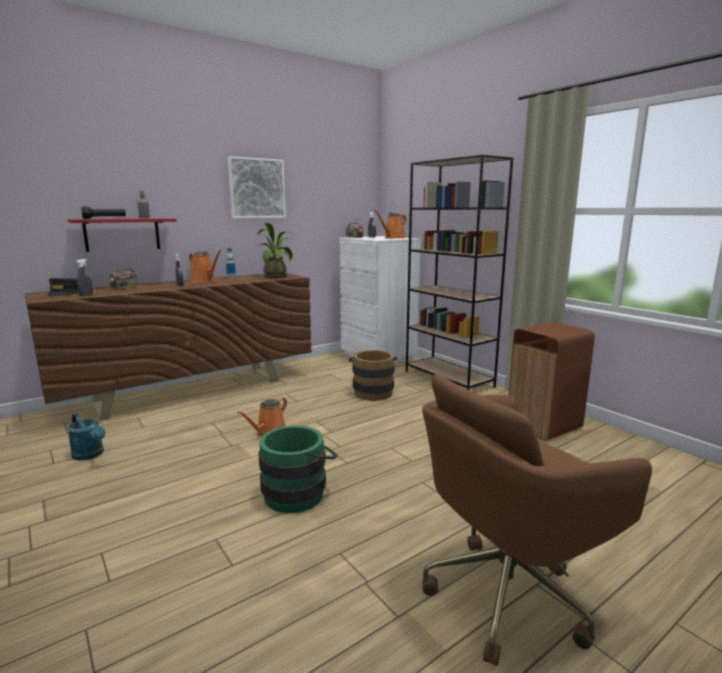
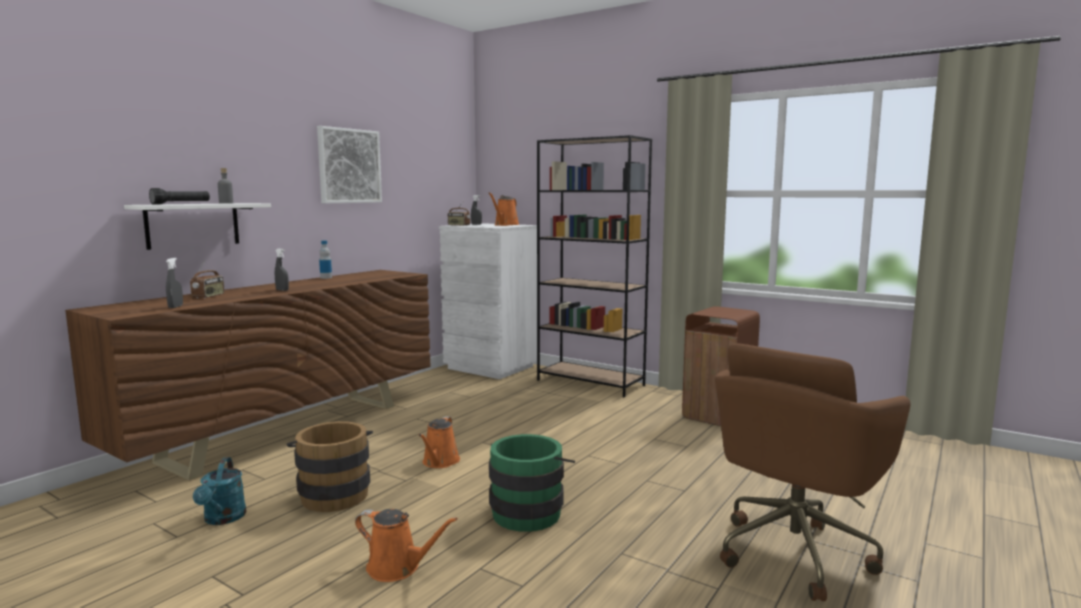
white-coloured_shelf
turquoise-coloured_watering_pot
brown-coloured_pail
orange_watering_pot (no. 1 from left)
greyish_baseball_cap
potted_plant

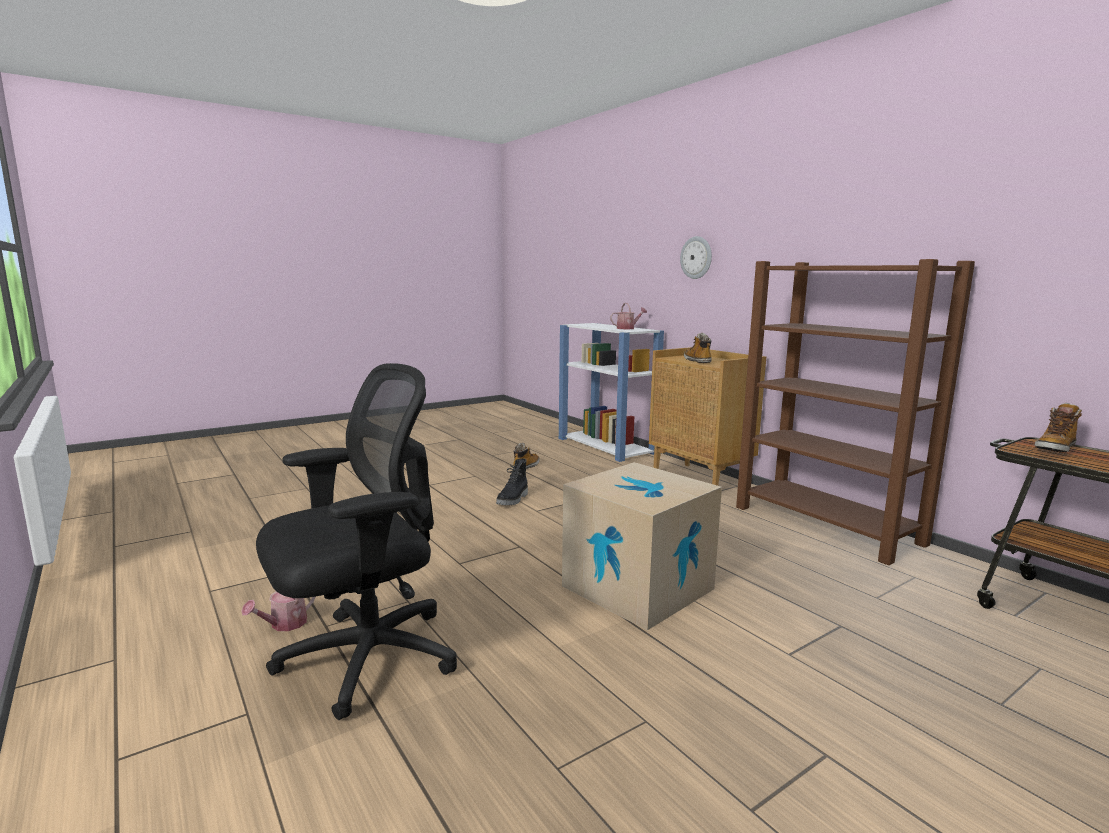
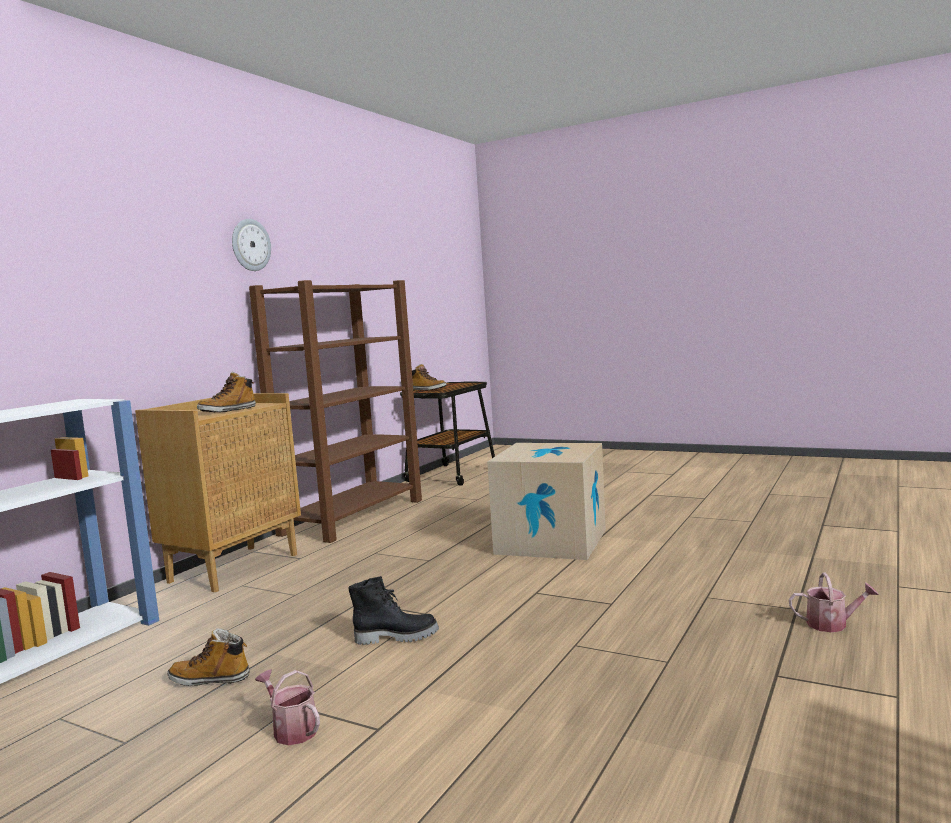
wall_clock
watering_pot (no. 1 from left)
black_office_chair

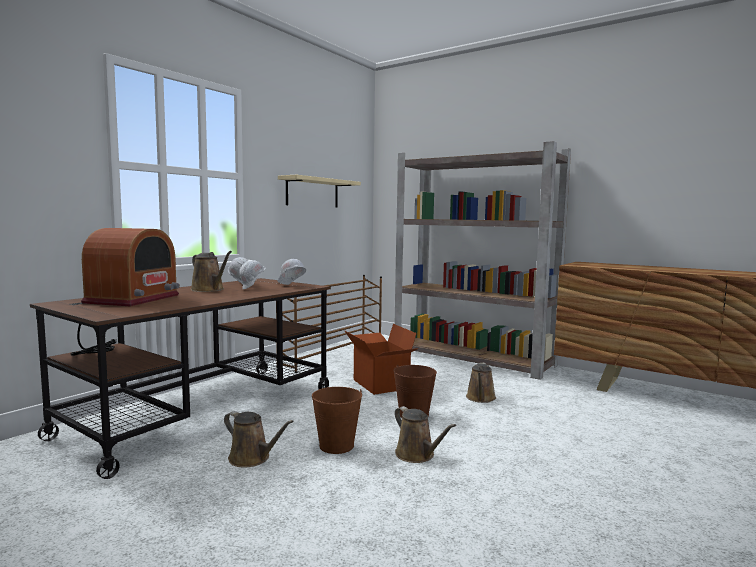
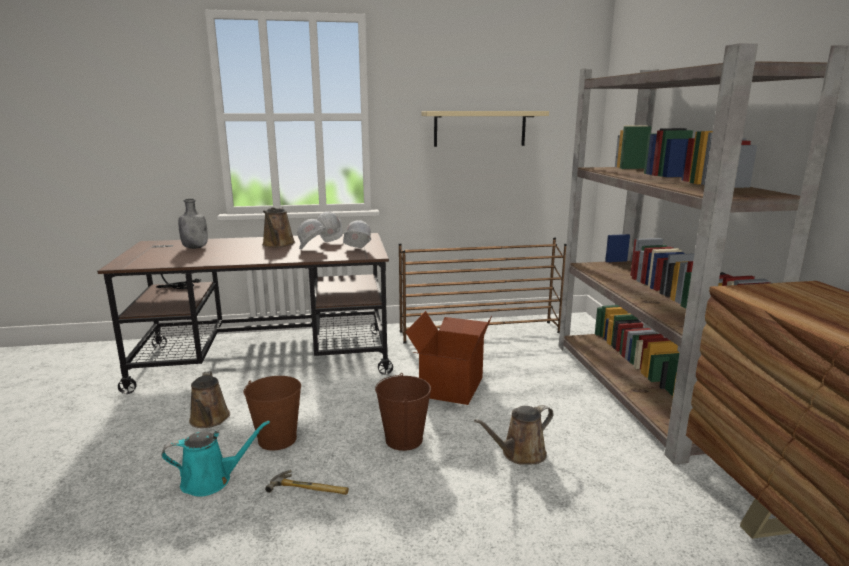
turquoise-coloured_watering_pot
greyish_beverage_bottle
hand_hammer

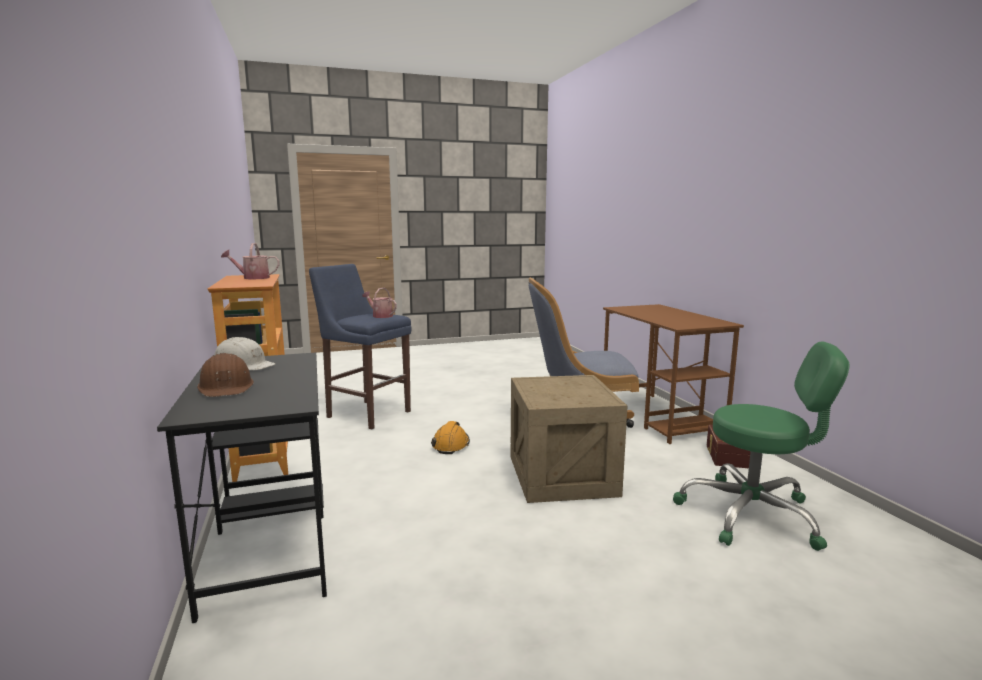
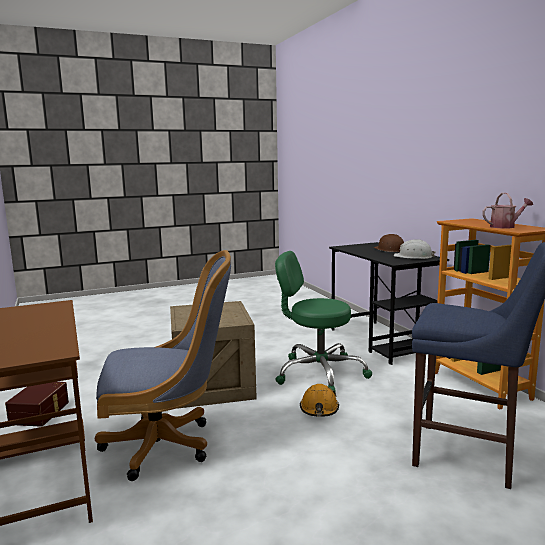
green-coloured_office_chair
watering_pot (no. 2 from left in the first image)

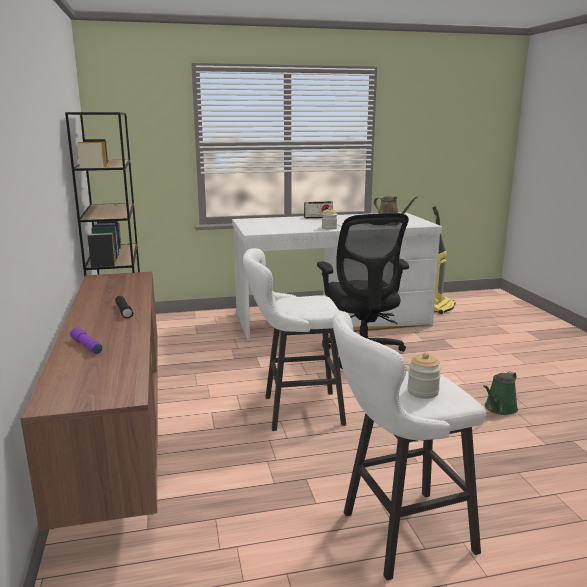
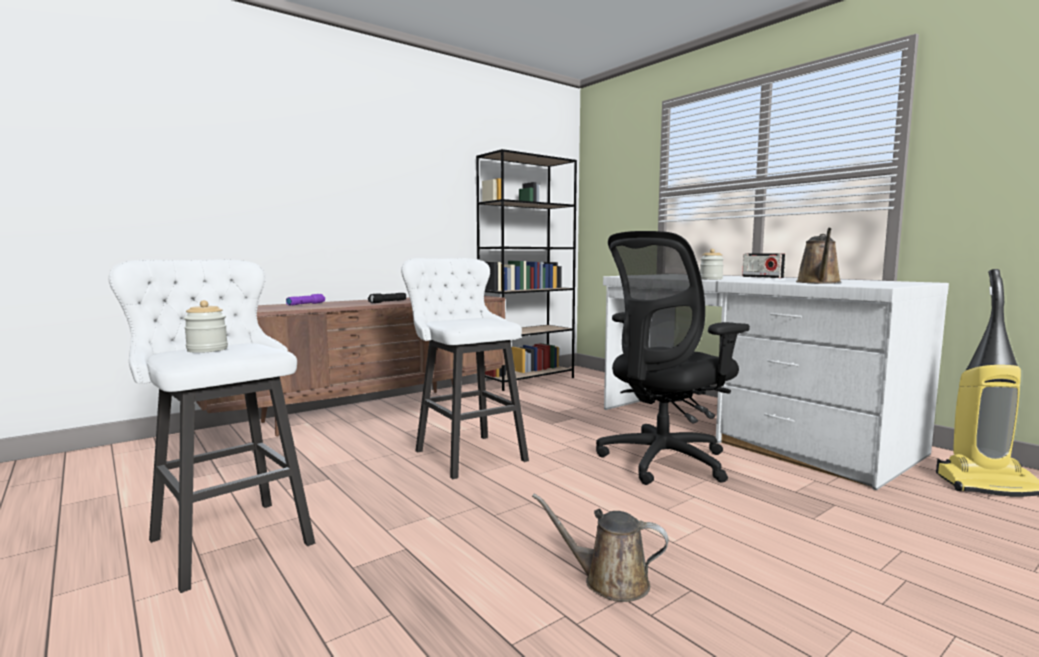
brown-coloured_watering_pot (no. 1 from left)

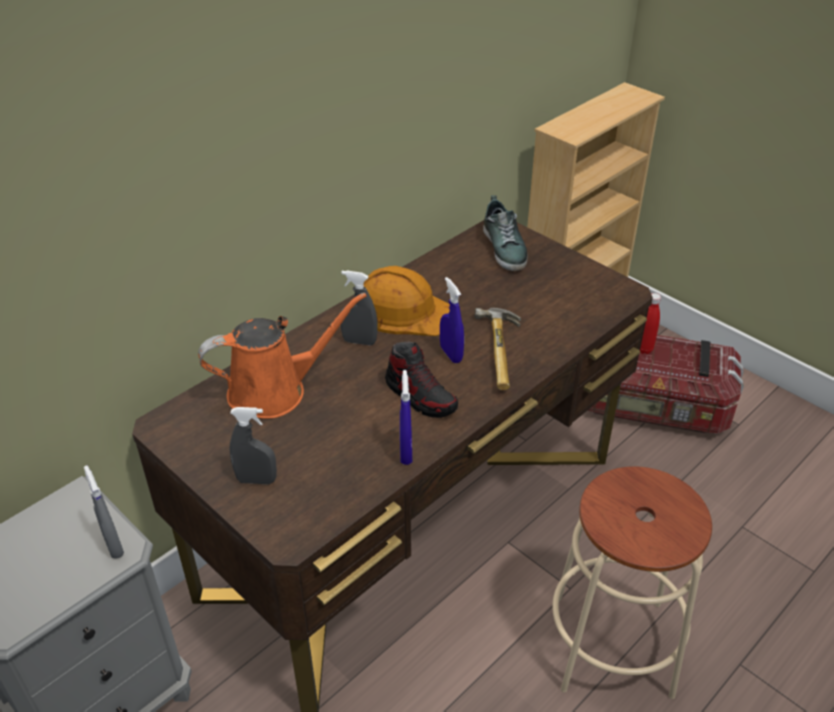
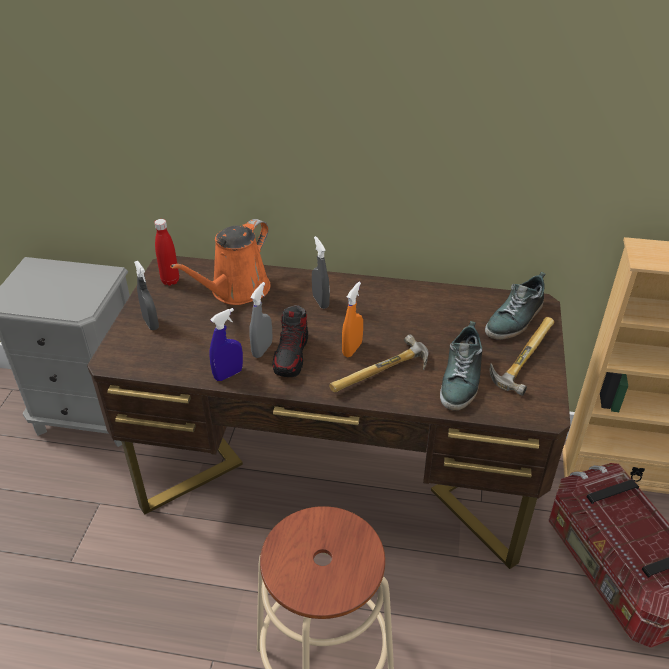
red_beverage_bottle
orange_watering_pot
greyish_spray_bottle (no. 2 from left)
orange_spray_bottle
shoe (no. 2 from left)
hand_hammer (no. 2 from left)
orange_hard_hat

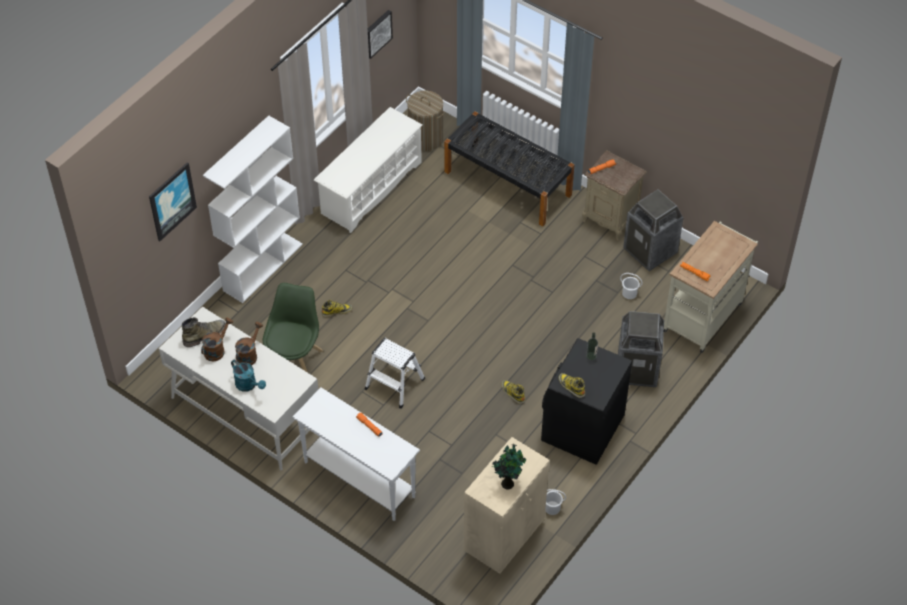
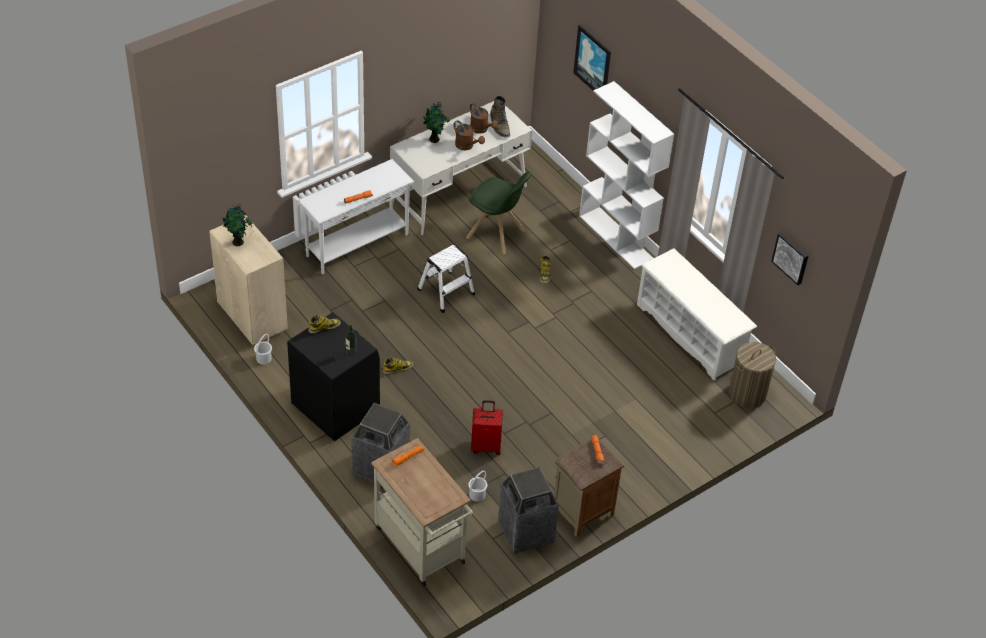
potted_plant (no. 2 from left)
red_piece_of_luggage
black_bench

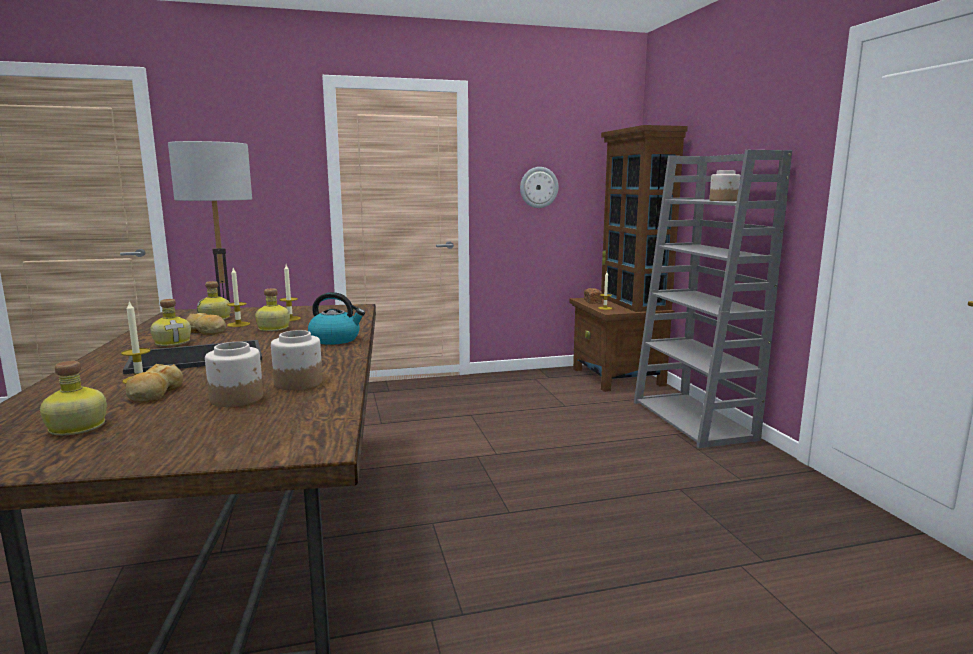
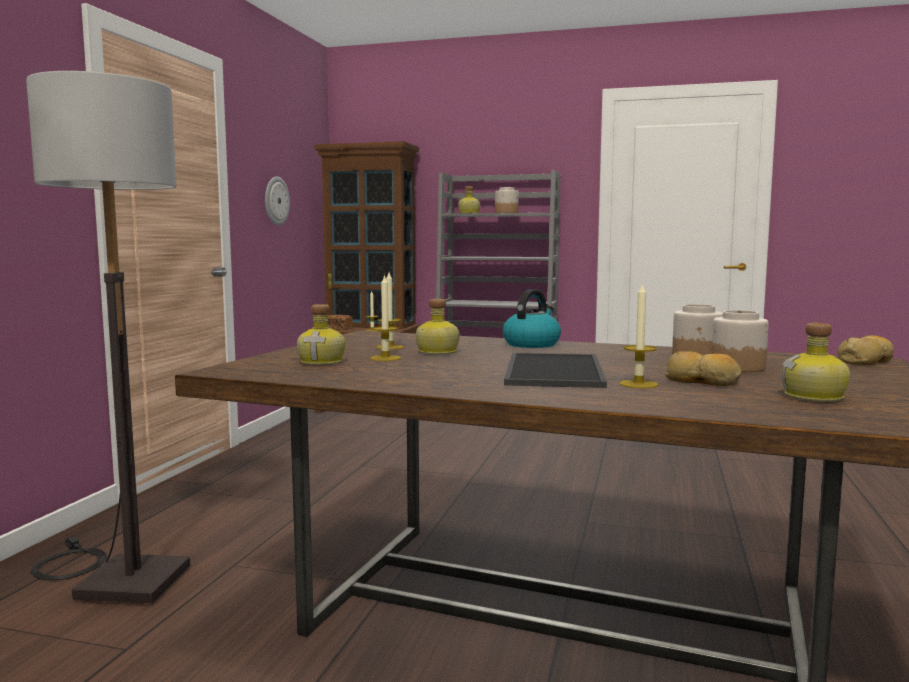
beverage_bottle (no. 3 from left)
bakery_bread (no. 3 from left)

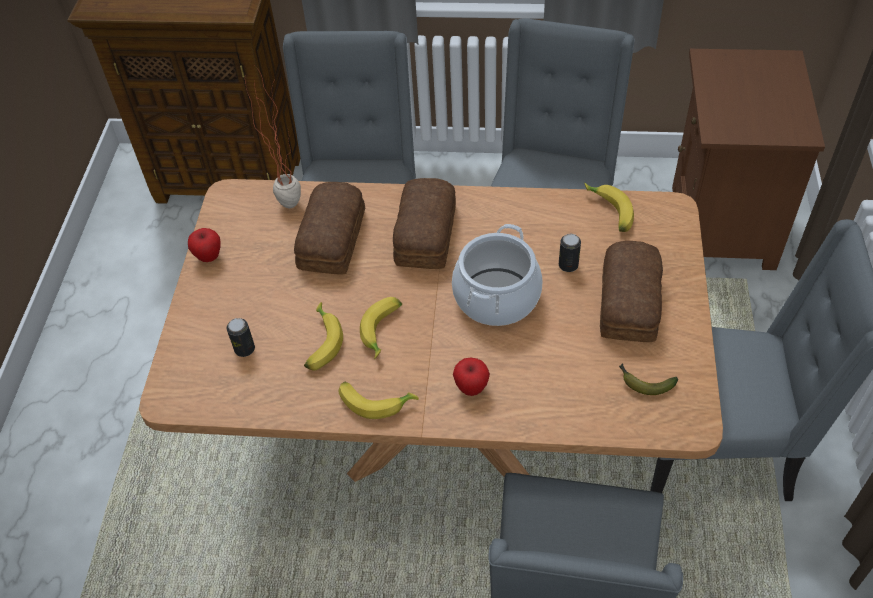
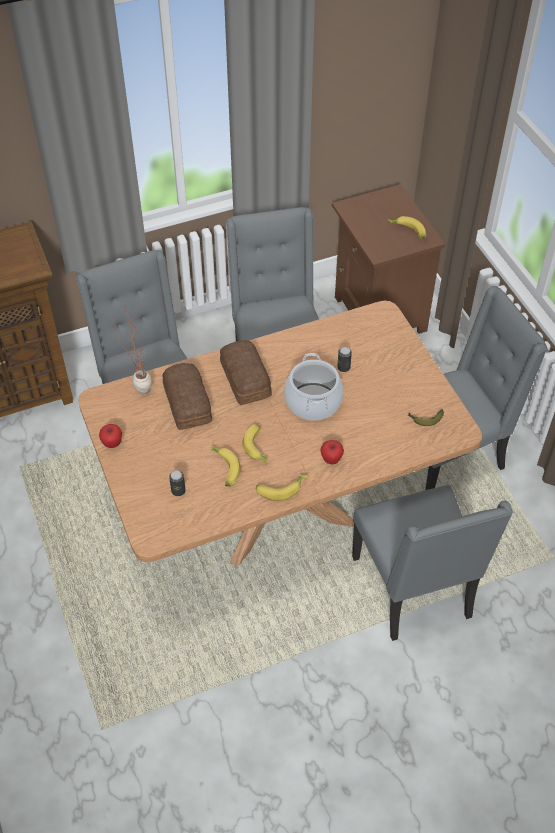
banana (no. 4 from left)
bakery_bread (no. 3 from left in the first image)

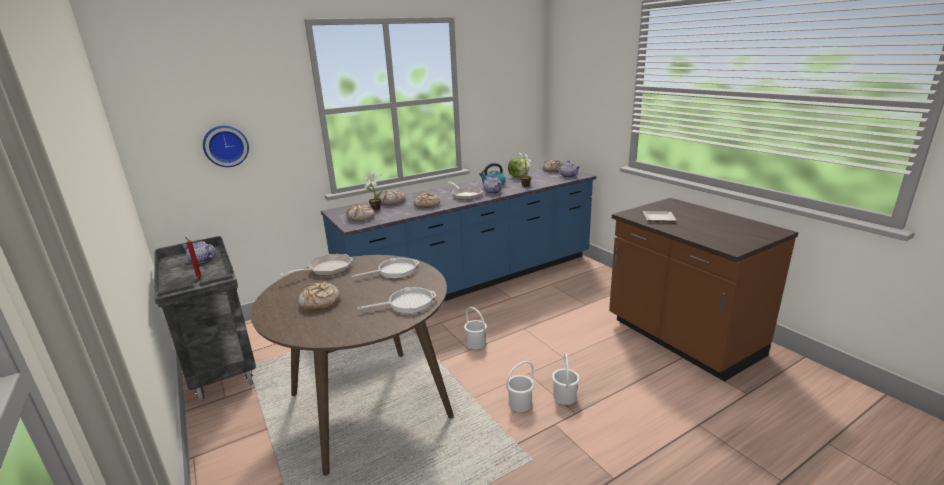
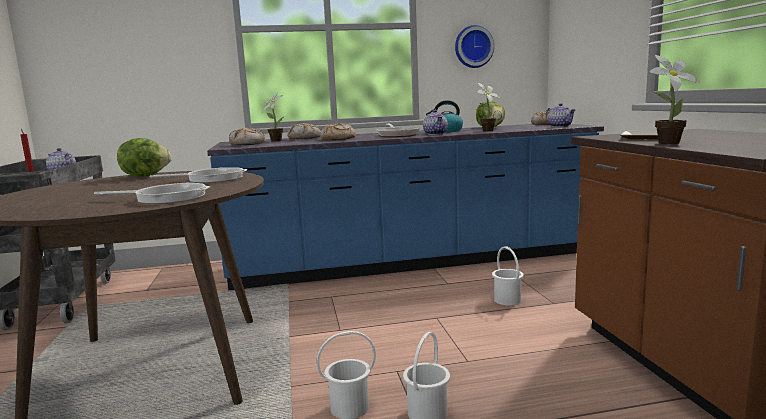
lettuce (no. 1 from left)
wall_clock
white-coloured_pail (no. 3 from left)
potted_plant (no. 3 from left)
bakery_bread (no. 1 from left in the first image)

